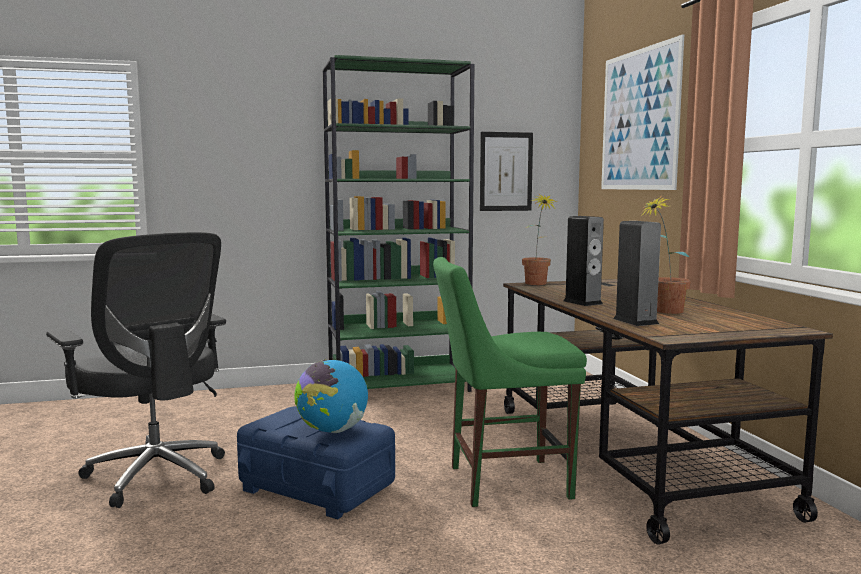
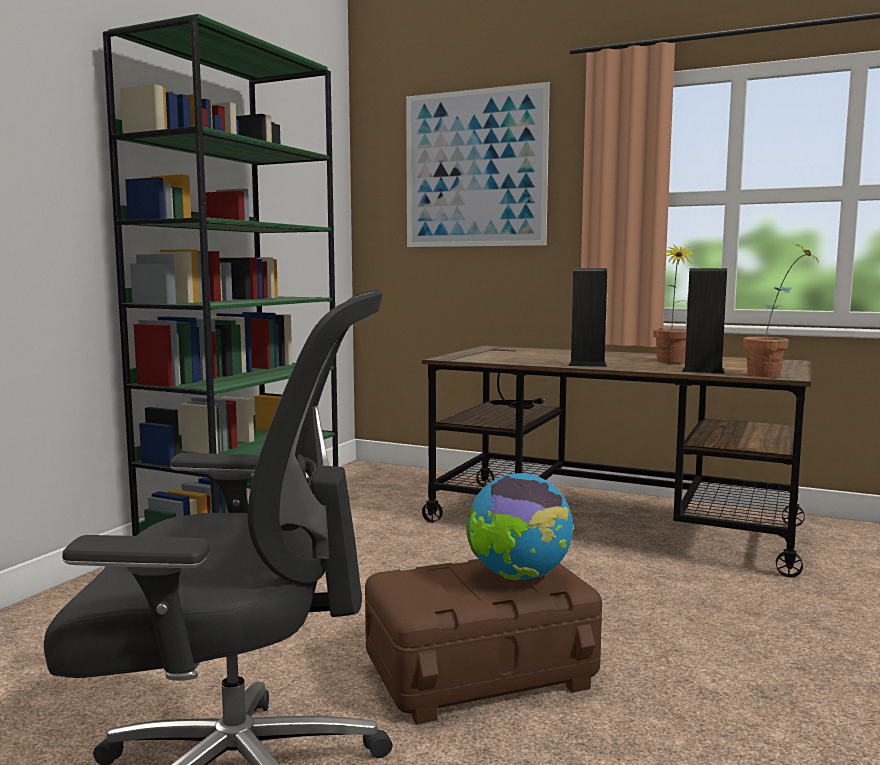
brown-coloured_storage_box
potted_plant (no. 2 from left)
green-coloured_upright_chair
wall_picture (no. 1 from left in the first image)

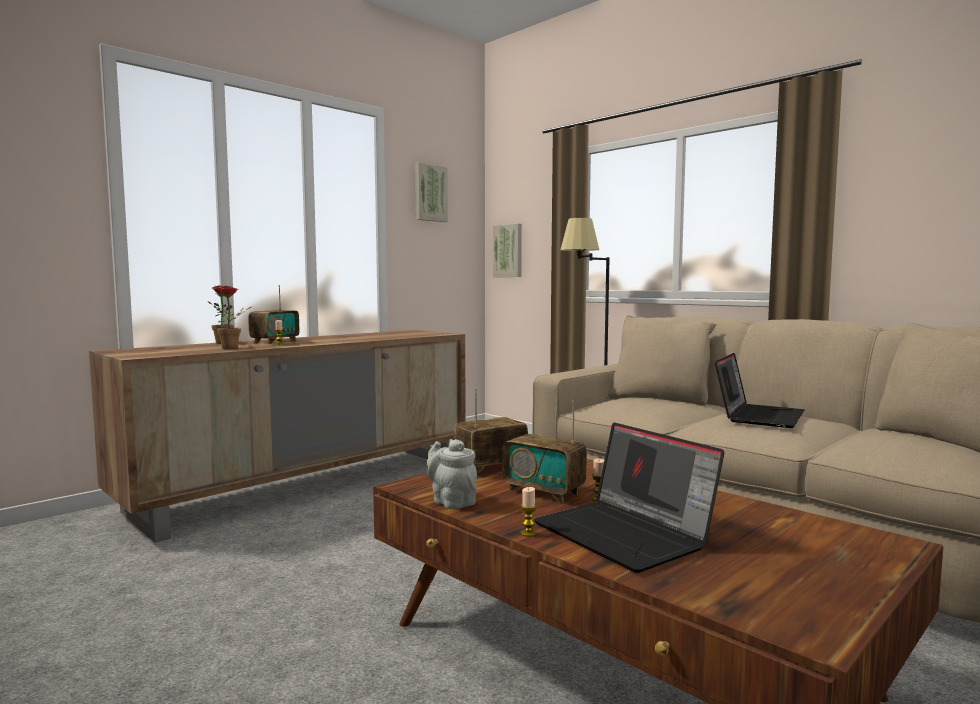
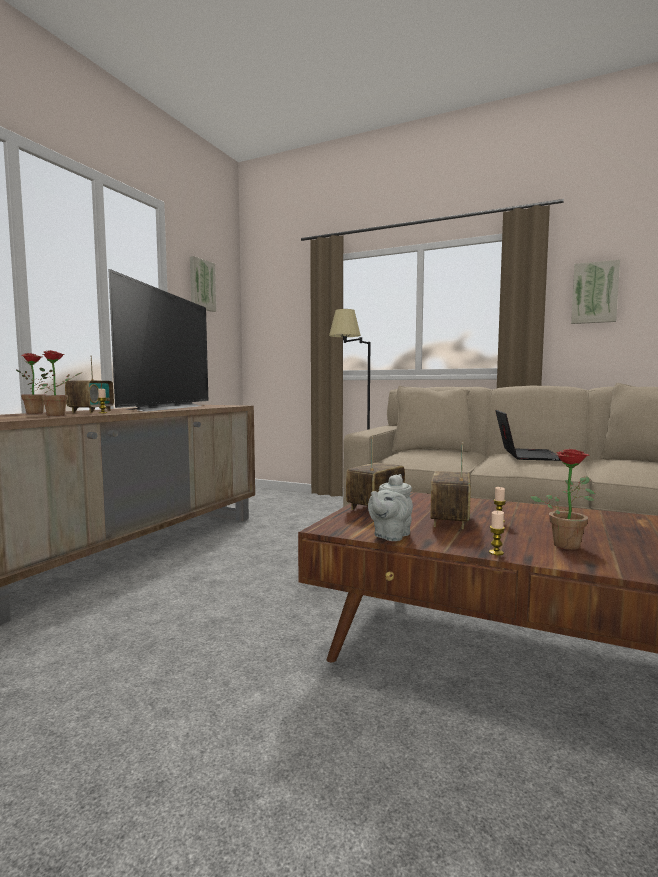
television
greyish_teapot
radio_receiver (no. 3 from left)
potted_plant (no. 3 from left)
wall_picture (no. 2 from left)

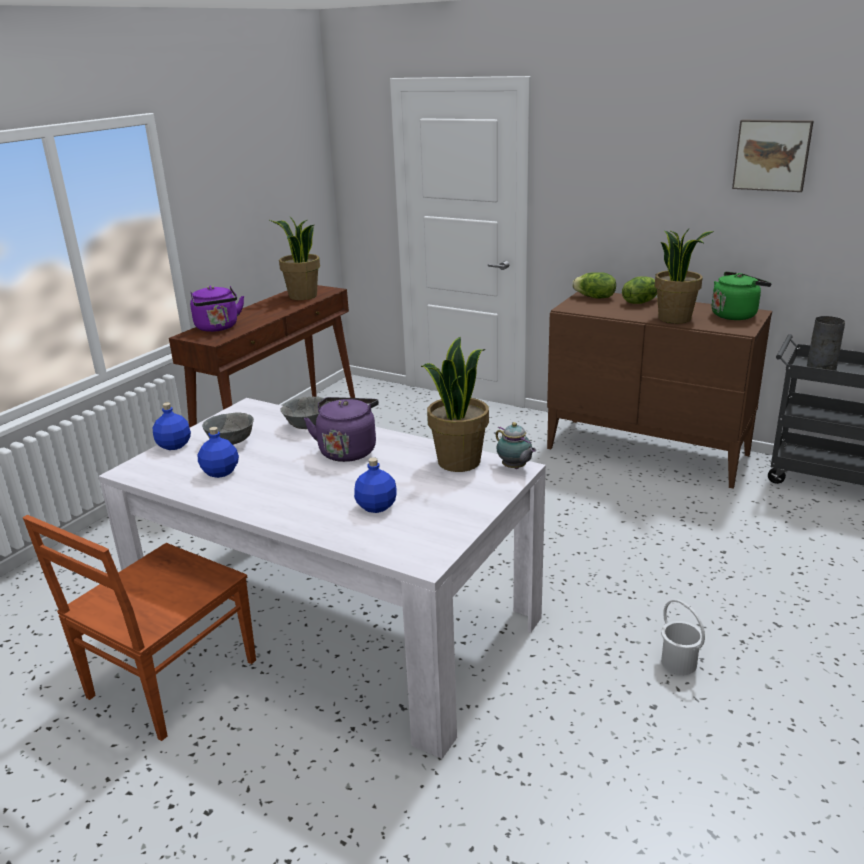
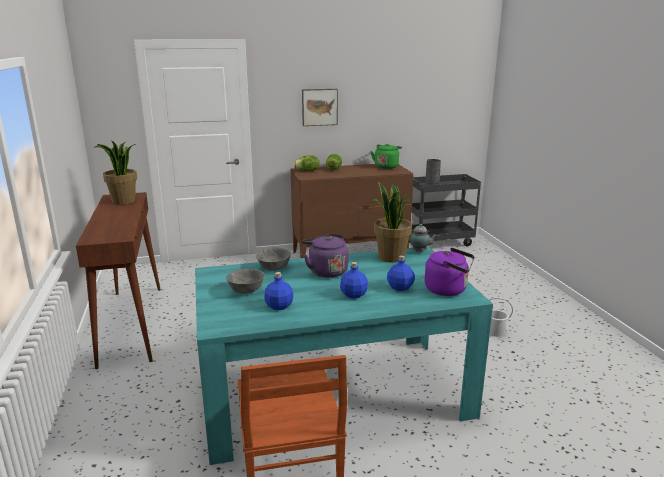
turquoise-coloured_kitchen_table
wall_picture
blue-coloured_beverage_bottle (no. 2 from left)
purplish_water_kettle (no. 2 from left)
potted_plant (no. 3 from left in the first image)

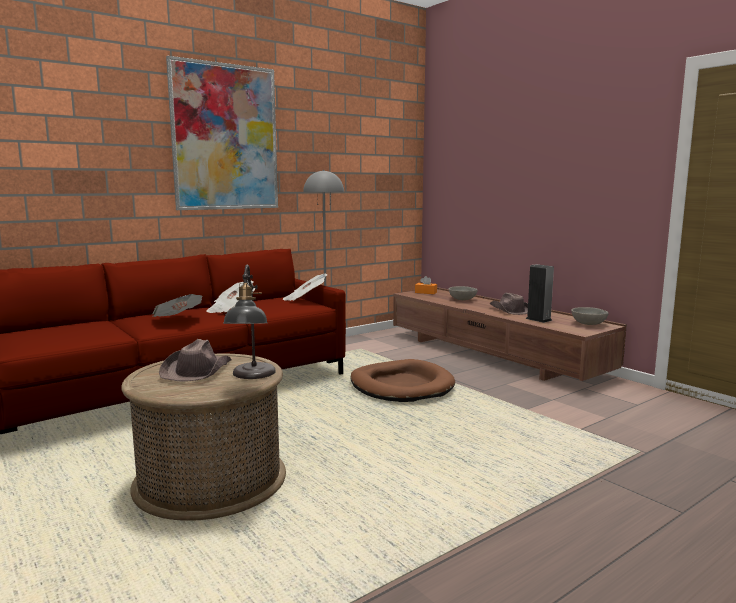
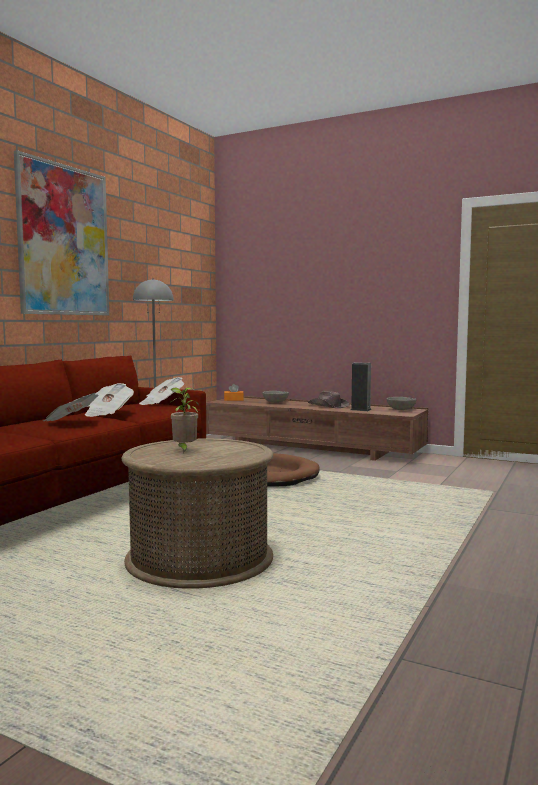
potted_plant
greyish_tabletop_lamp

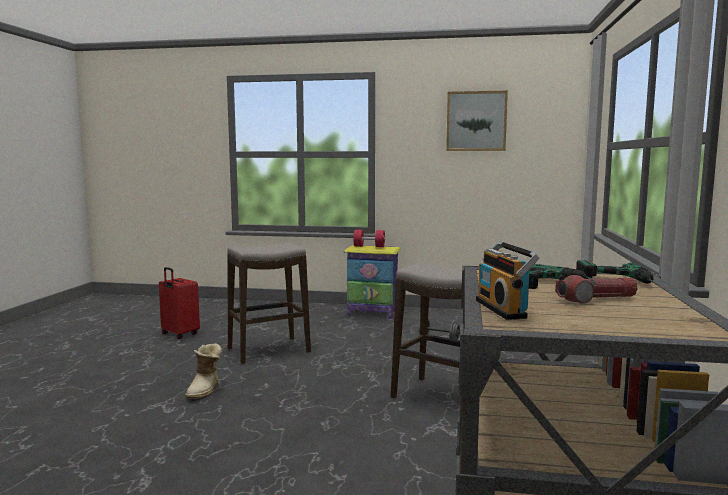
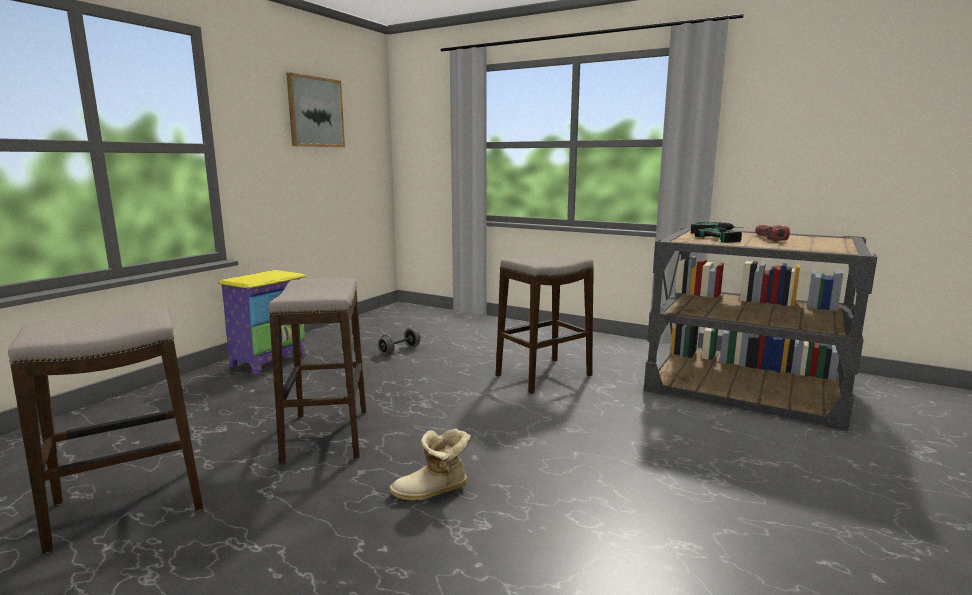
stool (no. 1 from left)
high-top_boot
red_free_weight
radio_receiver

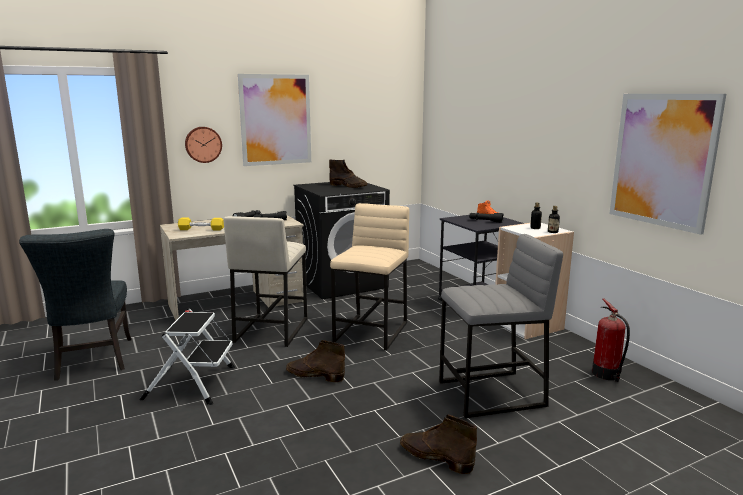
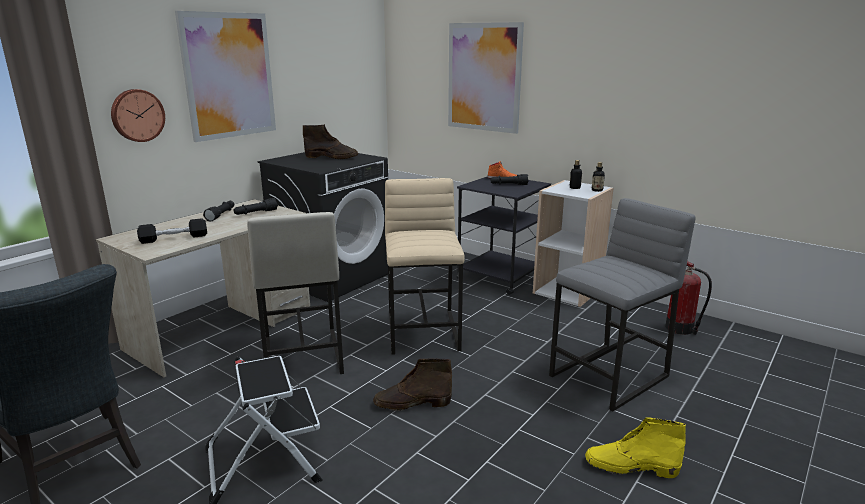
black_free_weight
wall_picture (no. 2 from left)
yellow-coloured_high-top_boot

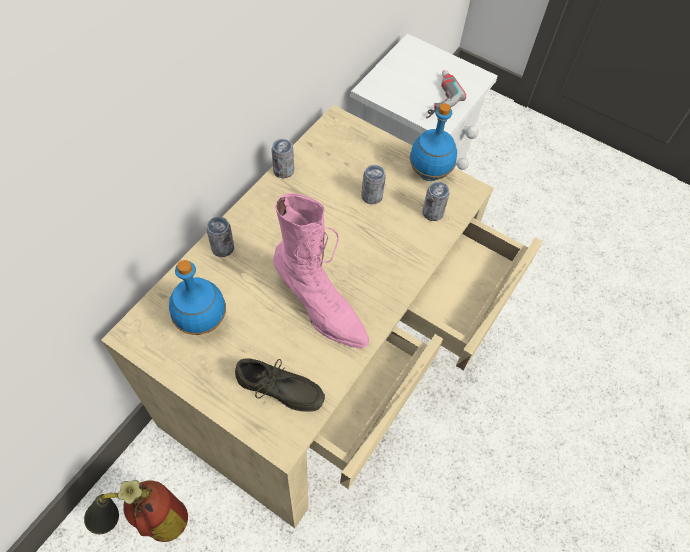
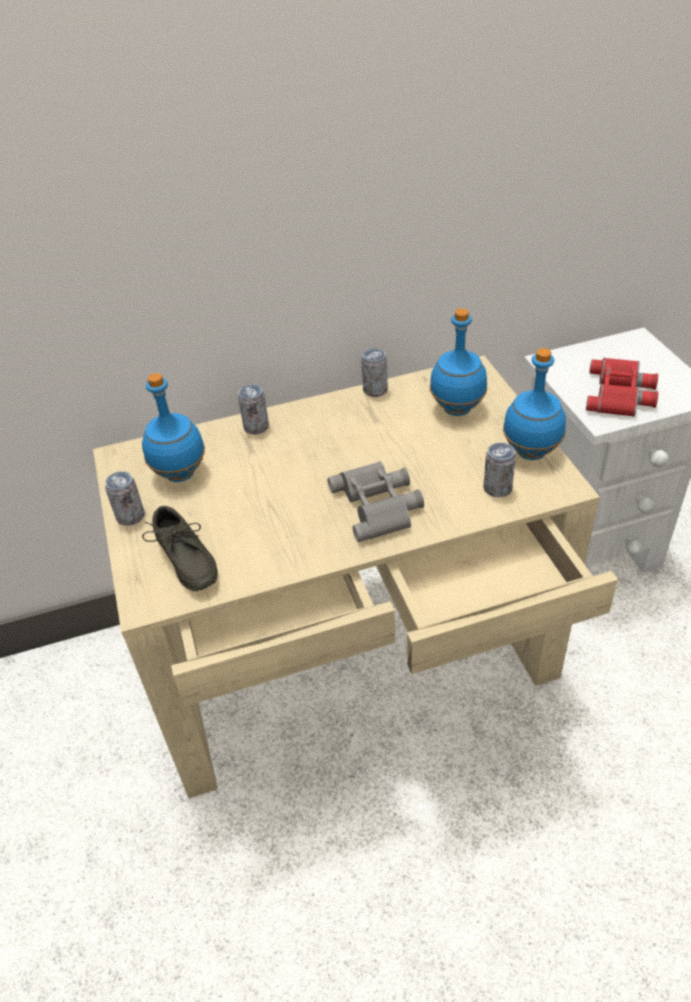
can (no. 1 from left)
greyish_binoculars
blue-coloured_beverage_bottle (no. 2 from left)
red_binoculars
extinguisher
pinkish_high-top_boot

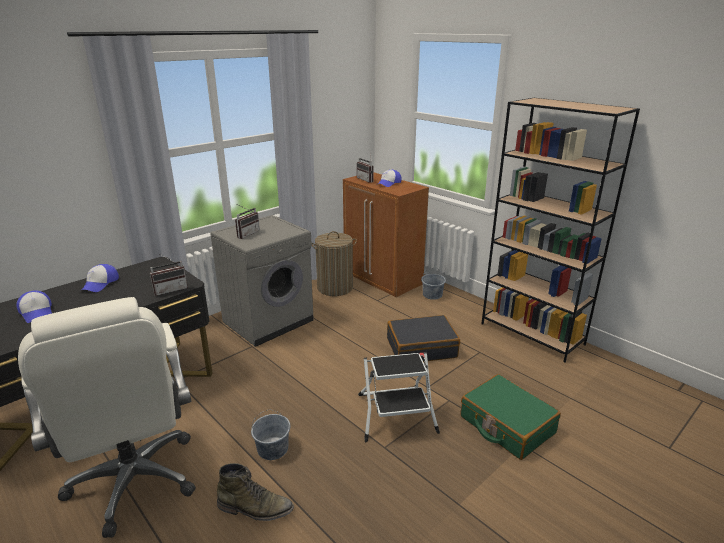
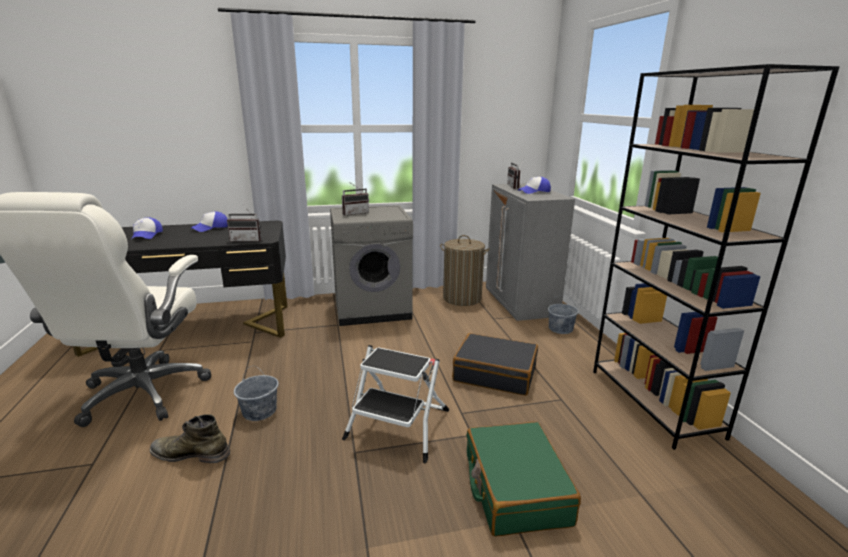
green-coloured_high-top_boot
greyish_cupboard

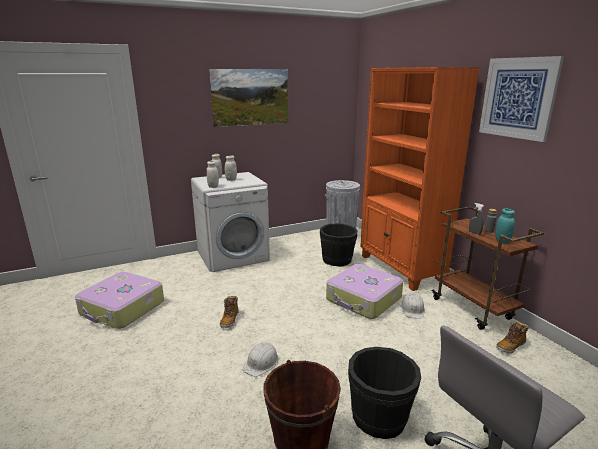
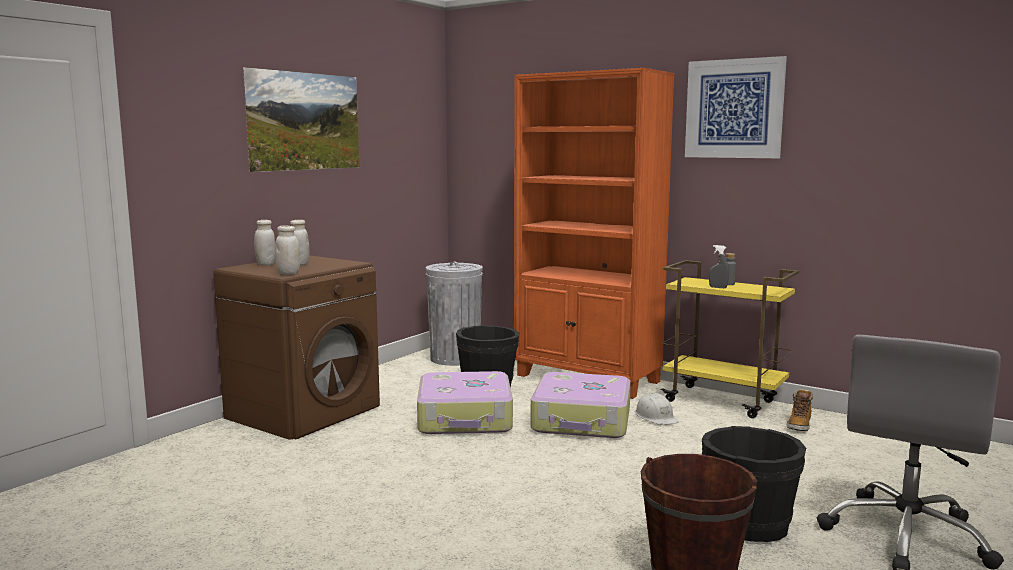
brown-coloured_laundry_machine
piece_of_luggage (no. 1 from left)
yellow-coloured_cart
high-top_boot (no. 1 from left in the first image)
white-coloured_hard_hat (no. 1 from left in the first image)
turquoise-coloured_jar

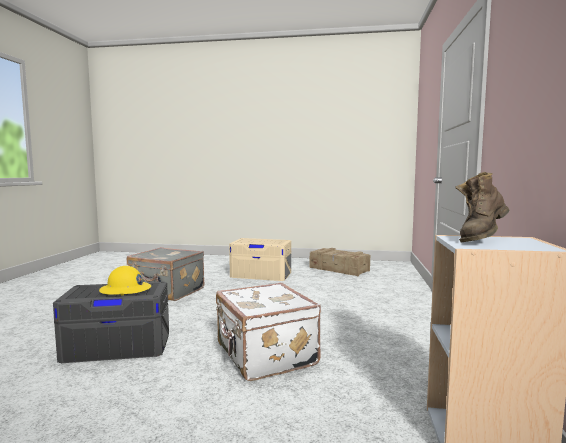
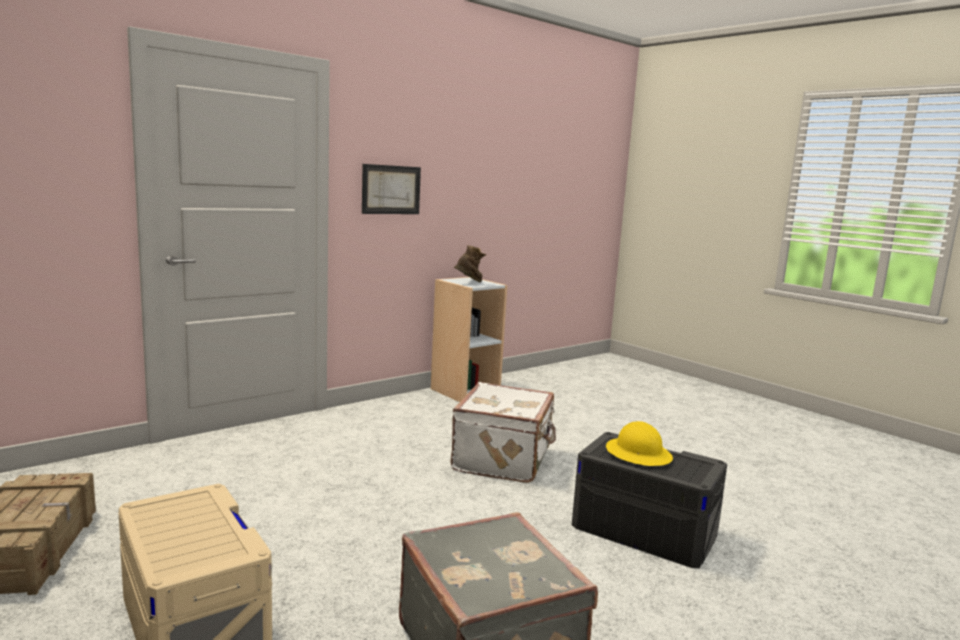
wall_picture
brown-coloured_high-top_boot

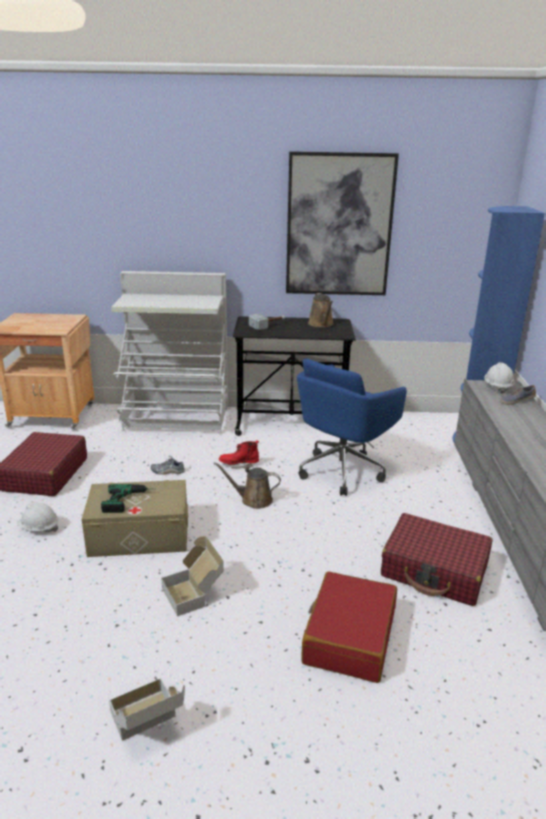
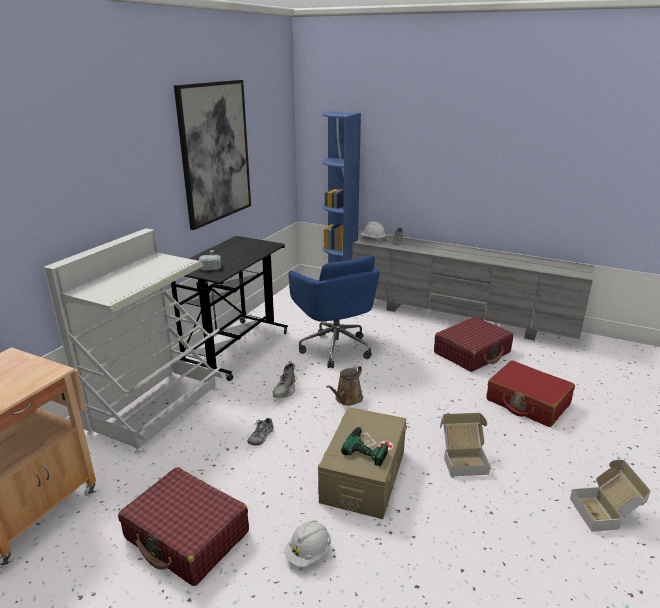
greyish_high-top_boot
brown-coloured_watering_pot (no. 2 from left in the first image)

